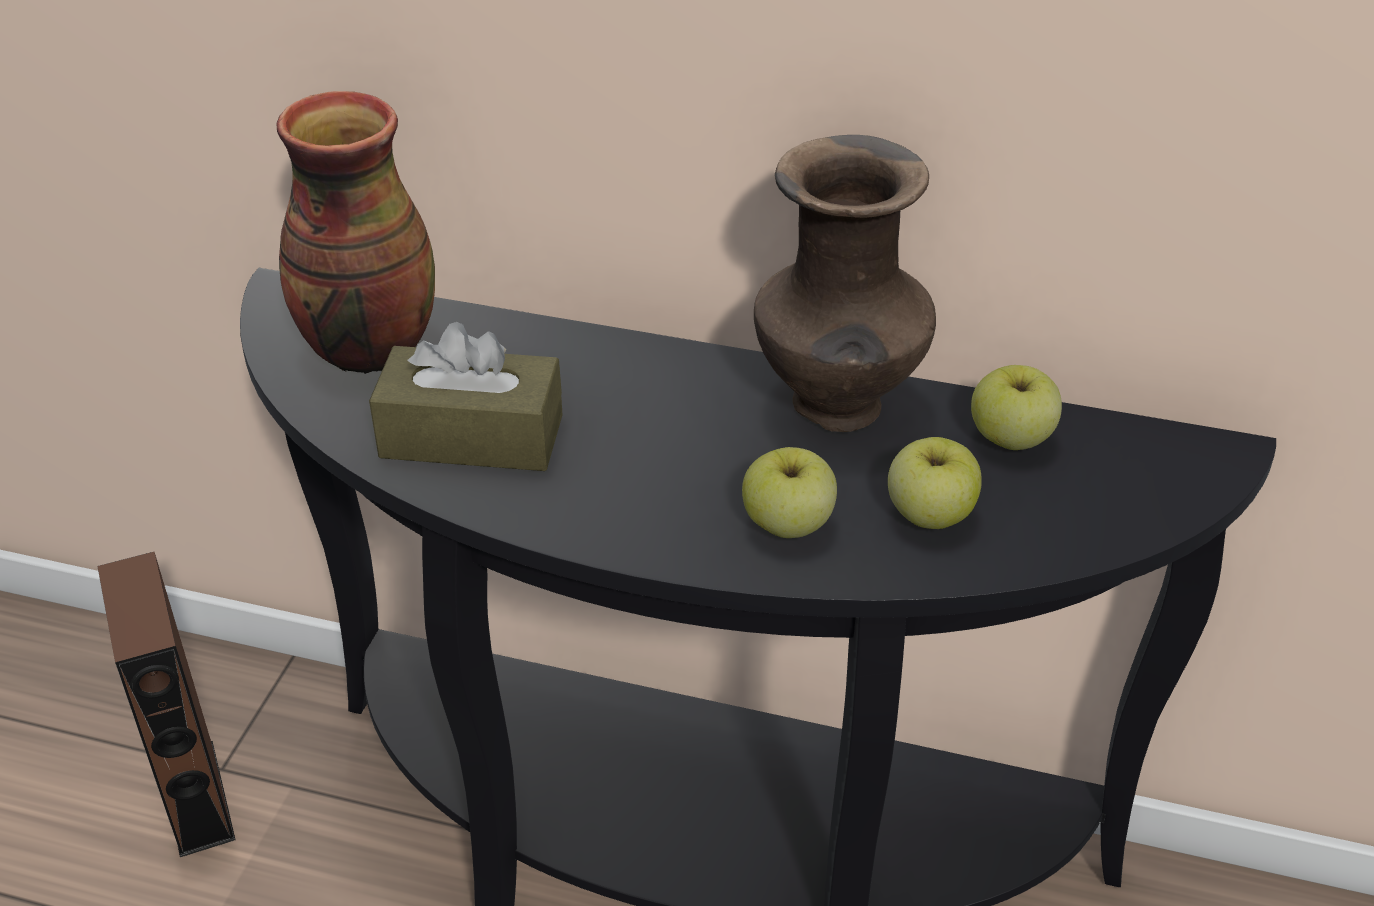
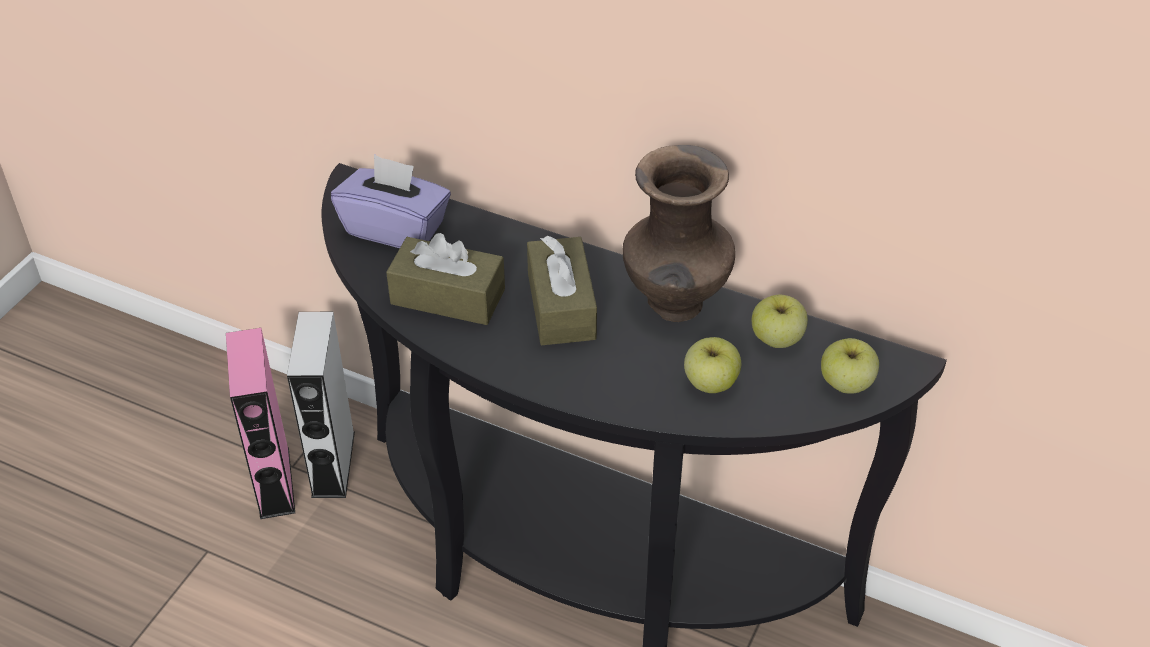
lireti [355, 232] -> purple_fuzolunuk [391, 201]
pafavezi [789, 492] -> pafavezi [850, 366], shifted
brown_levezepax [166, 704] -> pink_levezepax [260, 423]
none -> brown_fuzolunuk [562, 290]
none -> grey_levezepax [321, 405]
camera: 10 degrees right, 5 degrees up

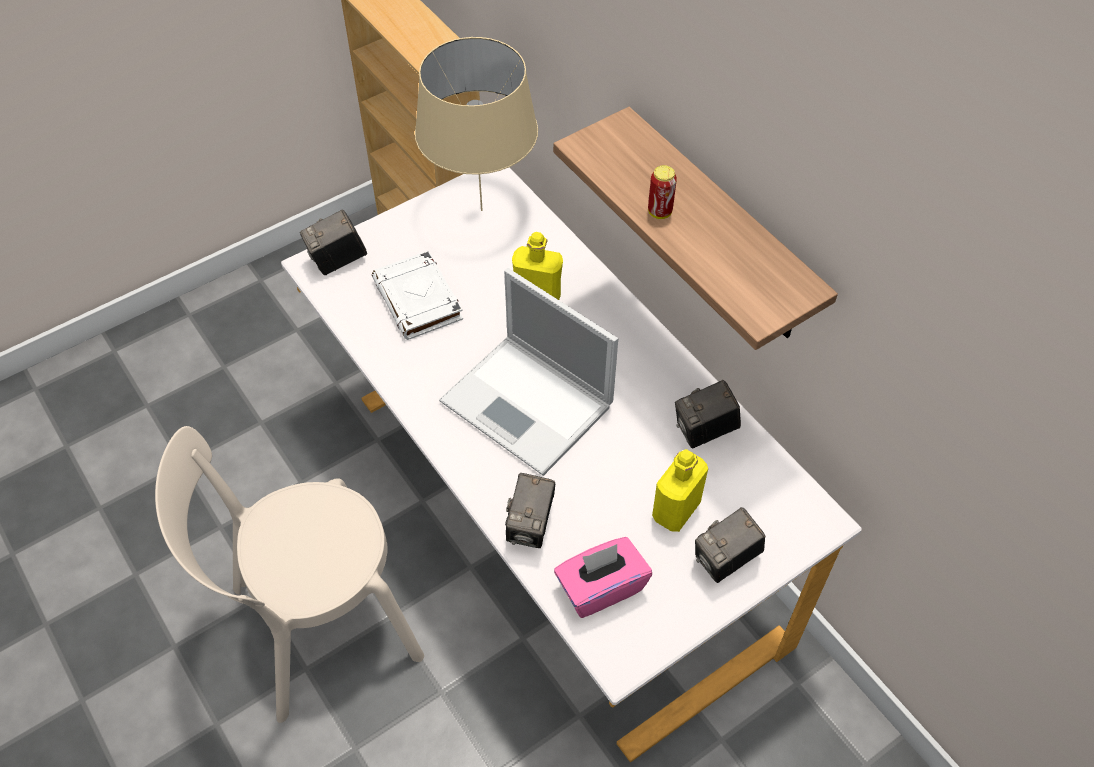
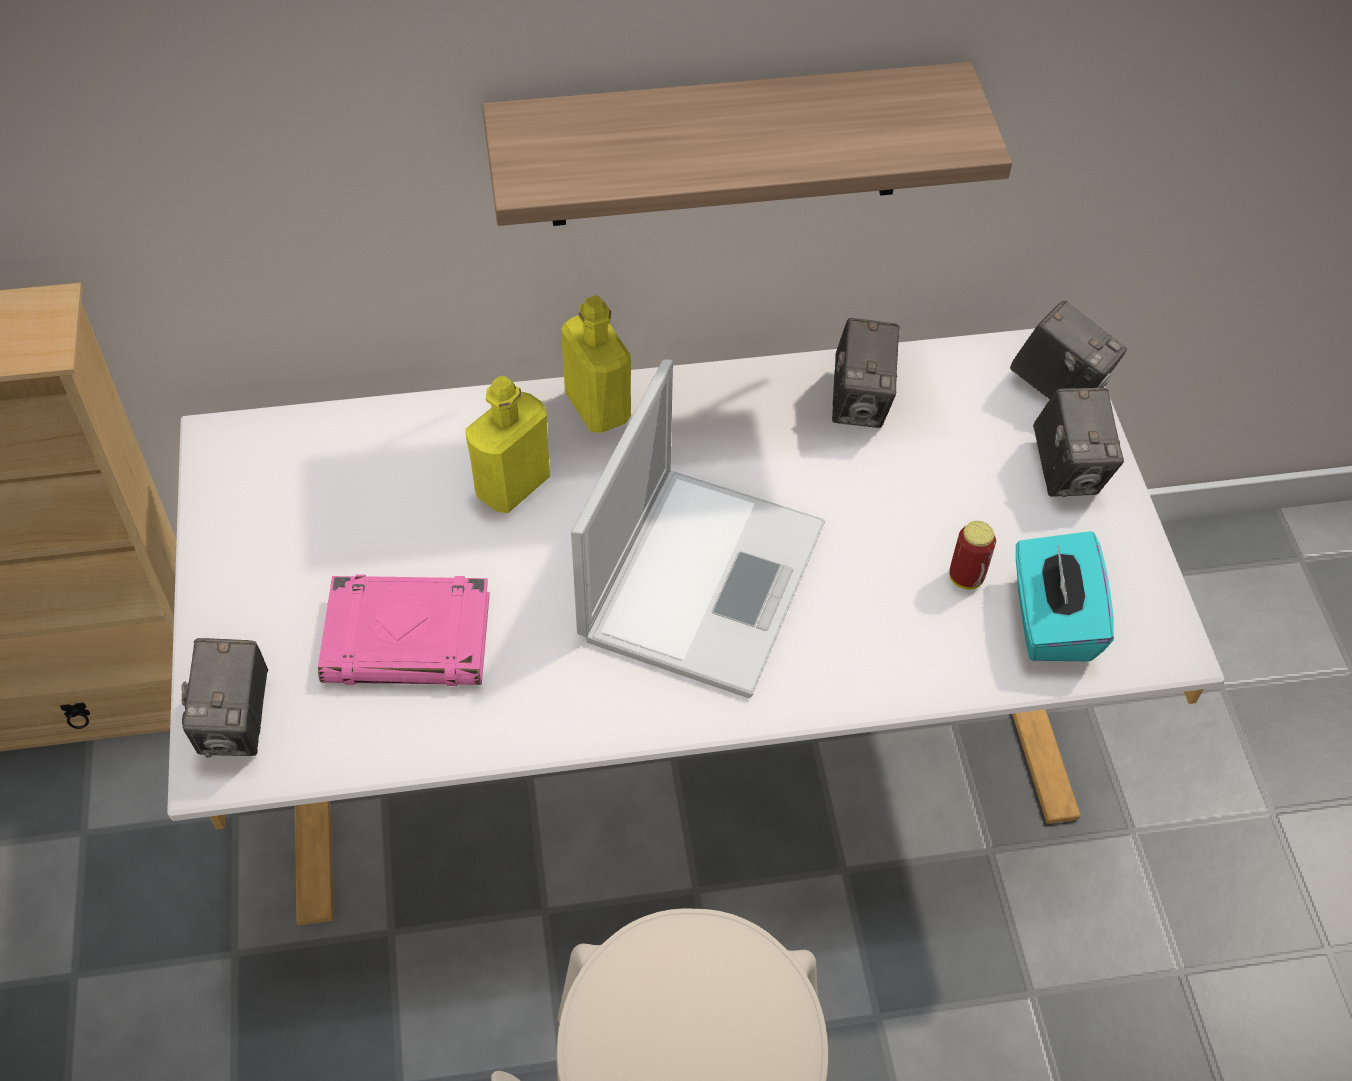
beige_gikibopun [476, 124] -> none
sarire [662, 192] -> sarire [972, 555], shifted
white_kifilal [417, 295] -> pink_kifilal [404, 630]
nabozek [528, 372] -> nabozek [698, 528], 45 degrees counterclockwise
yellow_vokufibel [680, 490] -> yellow_vokufibel [596, 364], shifted
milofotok [530, 510] -> milofotok [1068, 350], shifted
pink_fuzolunuk [603, 577] -> turquoise_fuzolunuk [1065, 596]
camera: 65 degrees left, 0 degrees up

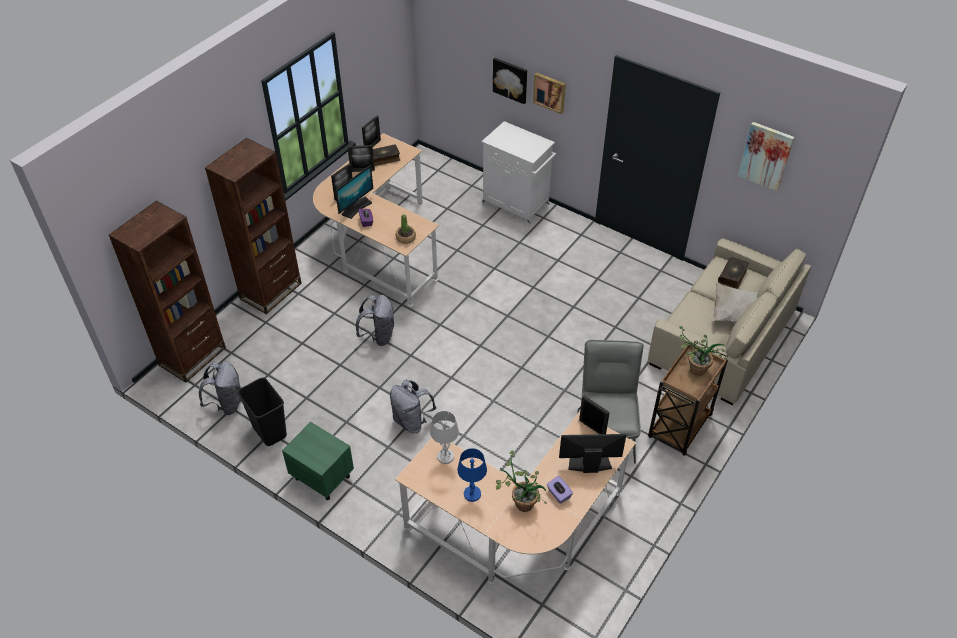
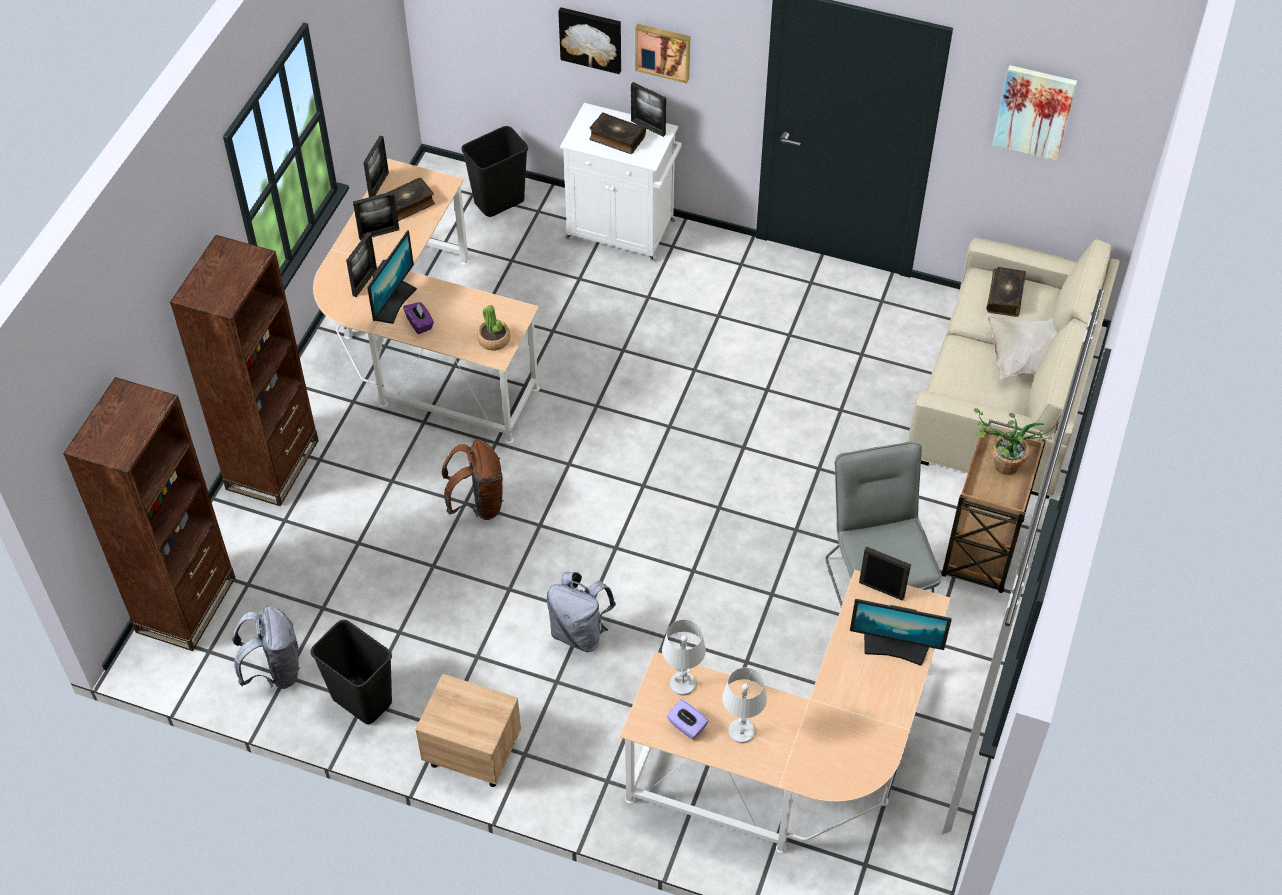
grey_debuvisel [375, 320] -> brown_debuvisel [473, 479]
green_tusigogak [318, 461] -> beige_tusigogak [468, 730]
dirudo [593, 453] -> dirudo [901, 632], 150 degrees counterclockwise
blue_gikibopun [472, 475] -> white_gikibopun [744, 705]
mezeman [521, 481] -> none
purple_fuzolunuk [560, 490] -> purple_fuzolunuk [687, 719], shifted
none -> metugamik [648, 109]
none -> kifilal [617, 133]
none -> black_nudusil [495, 171]
camera: 15 degrees left, 5 degrees up

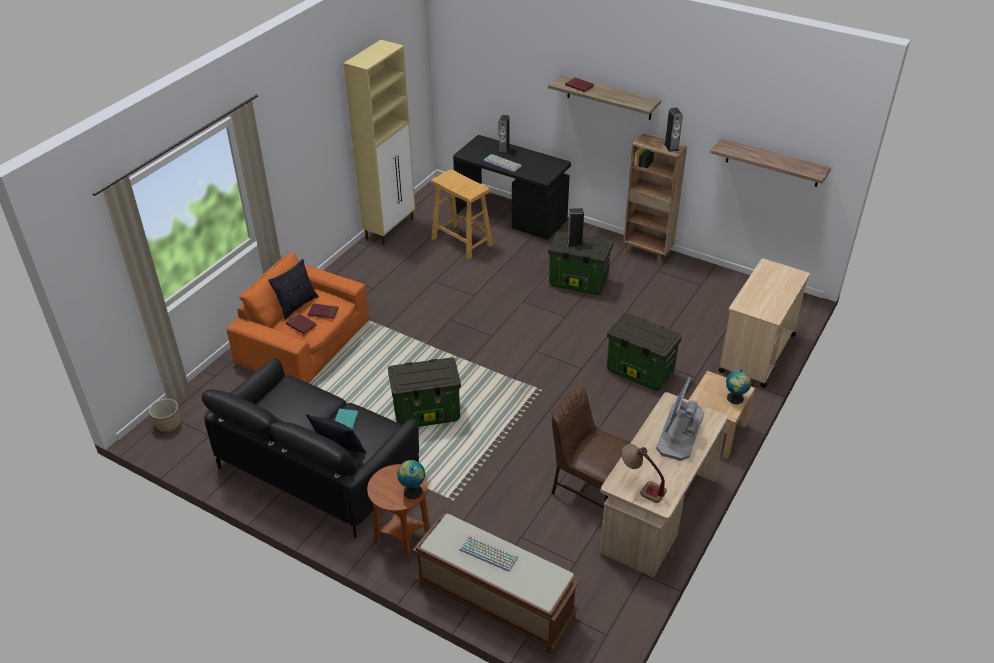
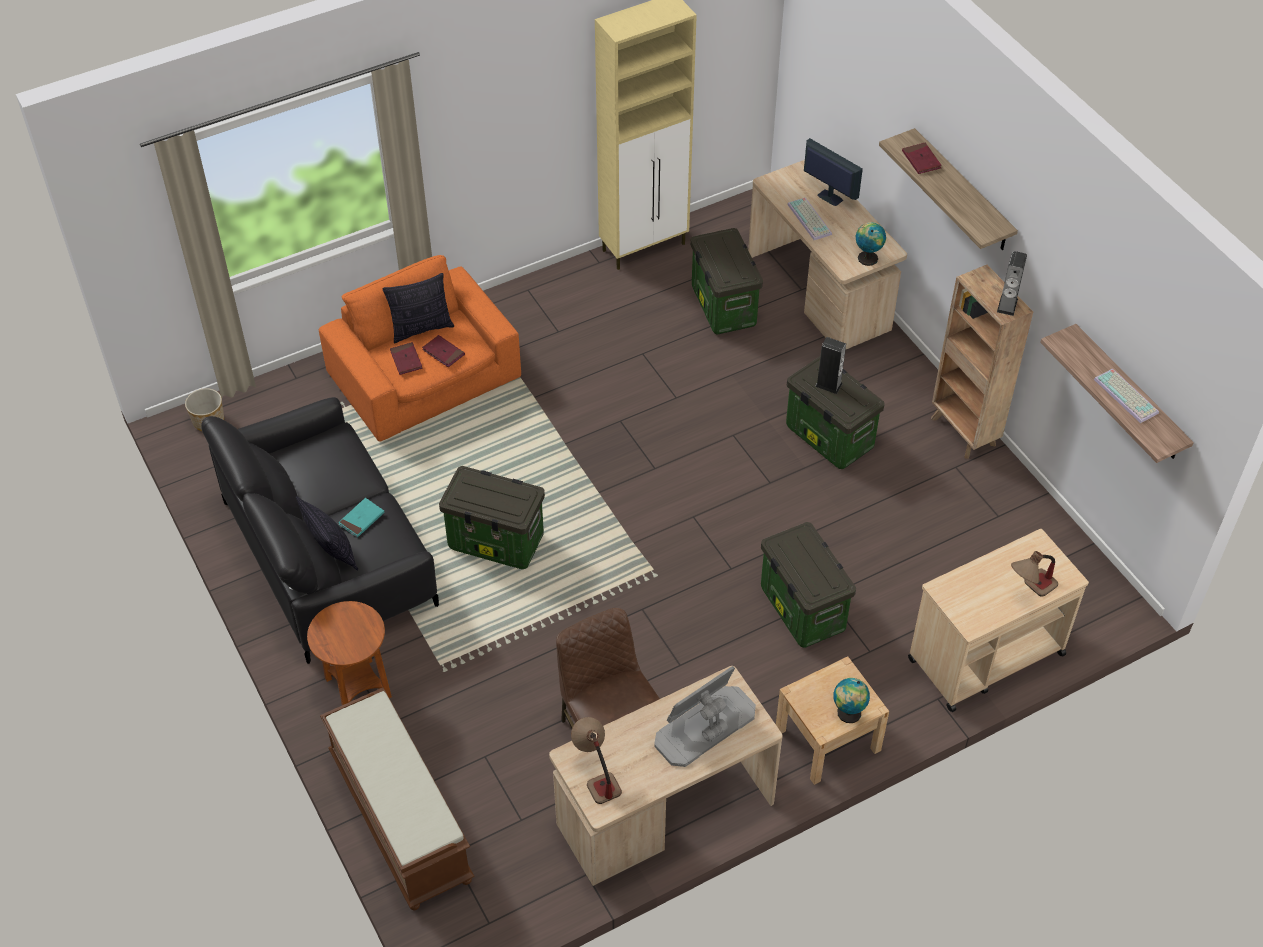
levezepax [504, 134] -> dirudo [833, 172]
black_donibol [512, 187] -> beige_donibol [827, 254]
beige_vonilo [462, 215] -> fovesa [726, 281]
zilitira [411, 479] -> zilitira [871, 244], shifted
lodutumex [488, 553] -> lodutumex [1126, 396], shifted
none -> gikibopun [1034, 574]
camera: 30 degrees right, 10 degrees up

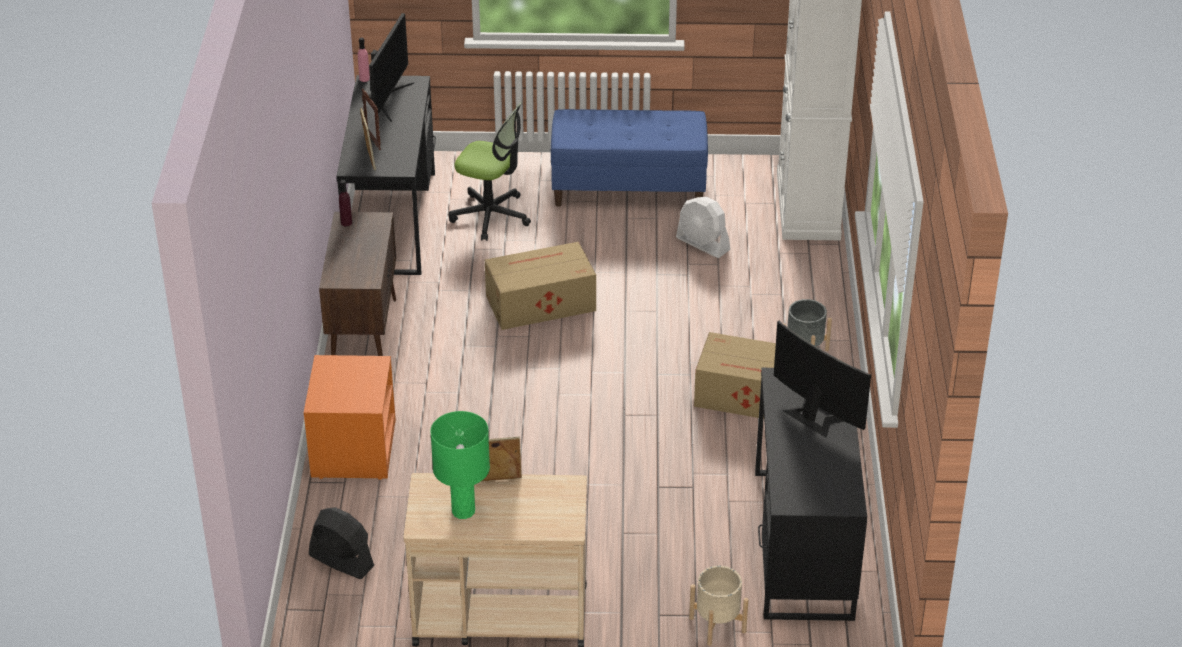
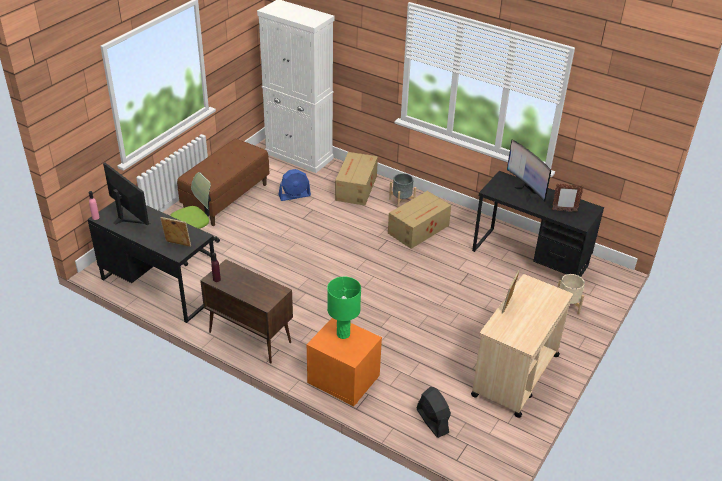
metugamik [371, 119] -> metugamik [568, 198], shifted
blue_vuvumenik [629, 158] -> brown_vuvumenik [223, 182]
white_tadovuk [703, 227] -> blue_tadovuk [294, 185]
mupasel [540, 286] -> mupasel [356, 178], shifted
dirudo [822, 379] -> dirudo [529, 171], 105 degrees counterclockwise
green_gikibopun [460, 465] -> green_gikibopun [344, 308], shifted
black_tadovuk [341, 543] -> black_tadovuk [433, 412], 90 degrees clockwise
camera: 60 degrees left, 0 degrees up

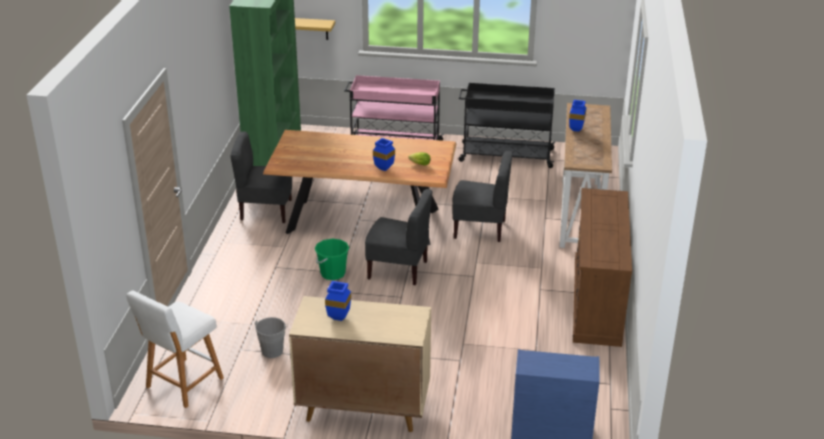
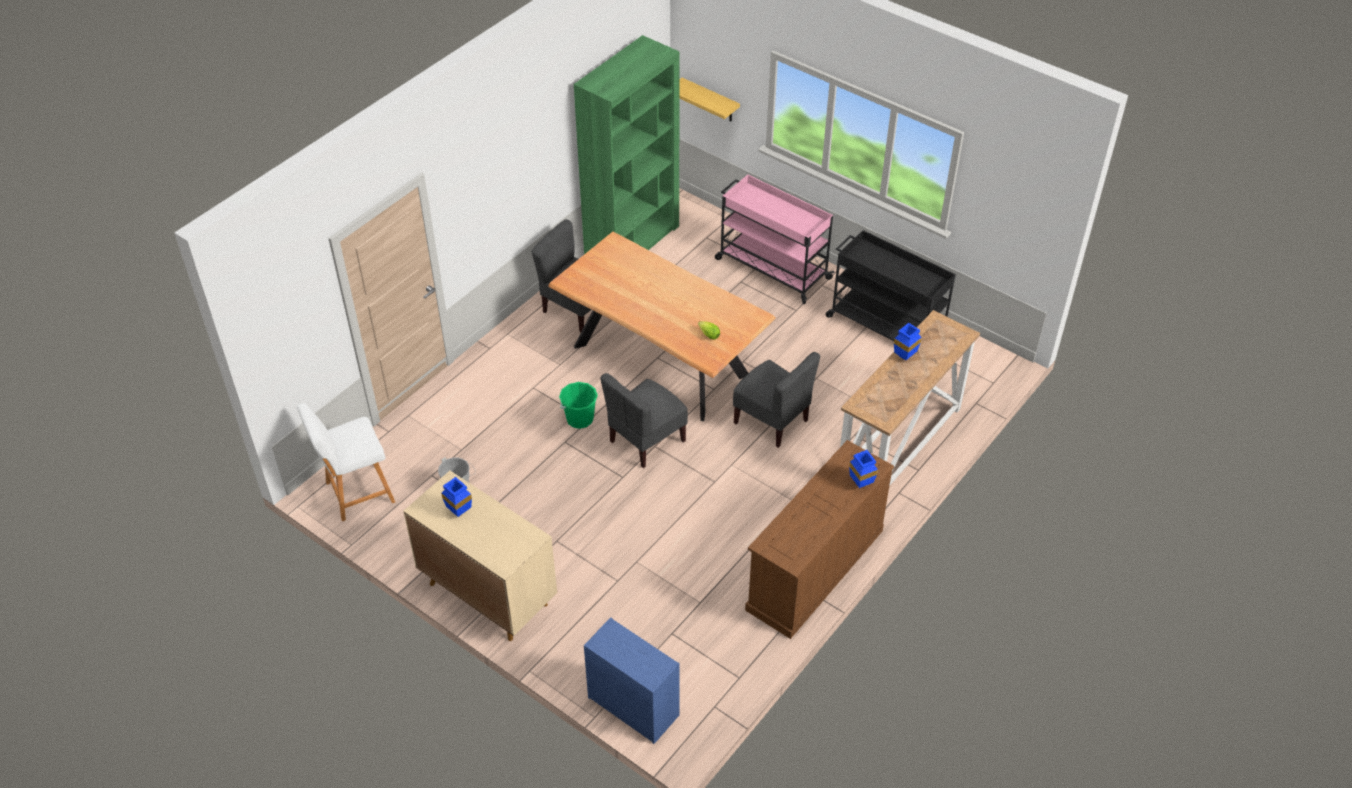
blue_lireti [384, 154] -> blue_lireti [863, 469], shifted
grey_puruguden [398, 237] -> grey_puruguden [644, 420], 90 degrees clockwise
camera: 30 degrees right, 15 degrees up

